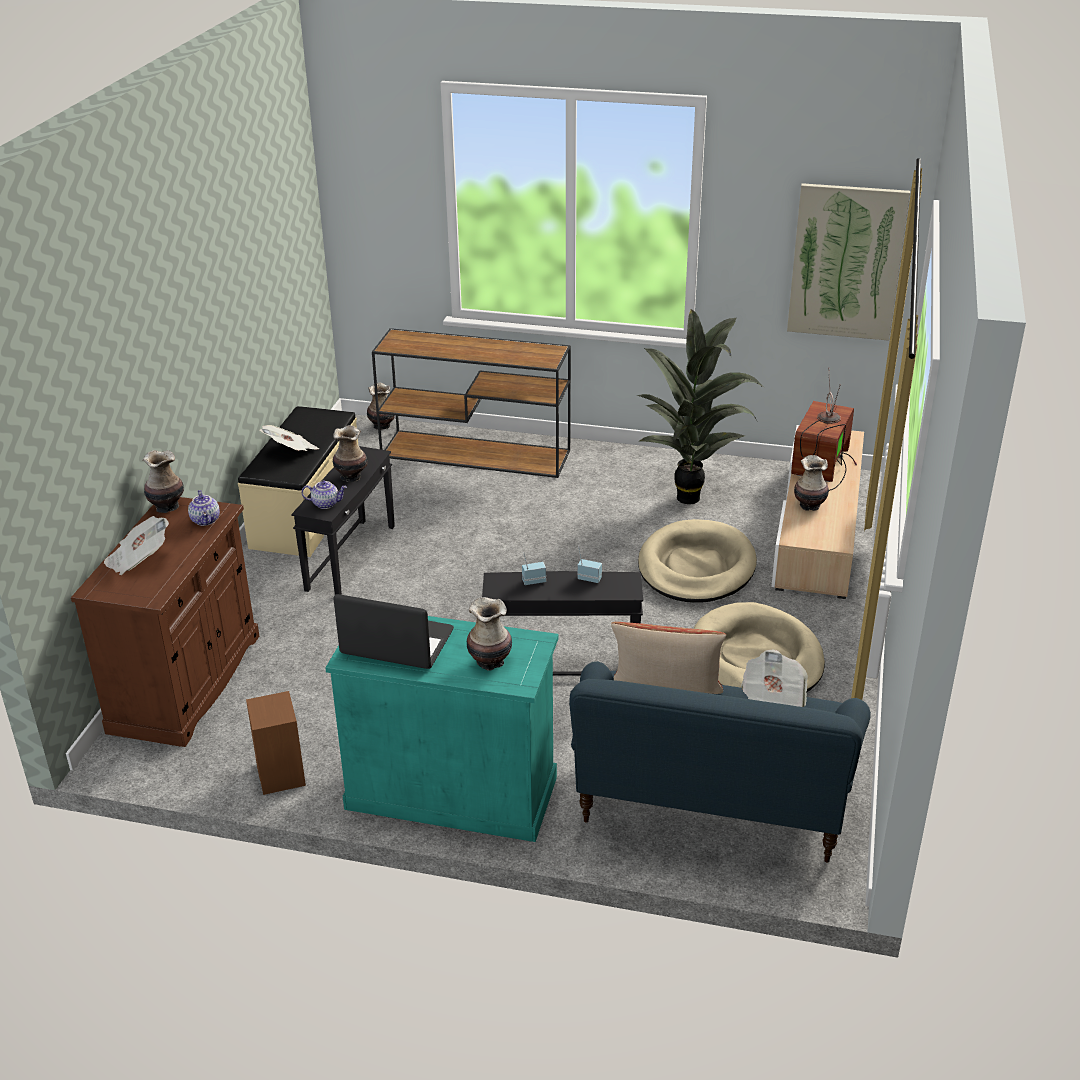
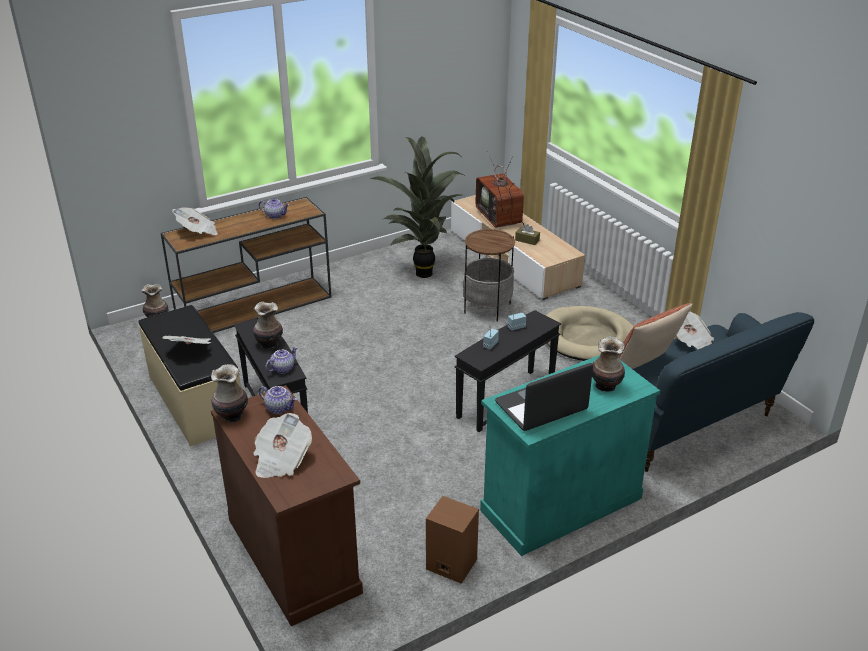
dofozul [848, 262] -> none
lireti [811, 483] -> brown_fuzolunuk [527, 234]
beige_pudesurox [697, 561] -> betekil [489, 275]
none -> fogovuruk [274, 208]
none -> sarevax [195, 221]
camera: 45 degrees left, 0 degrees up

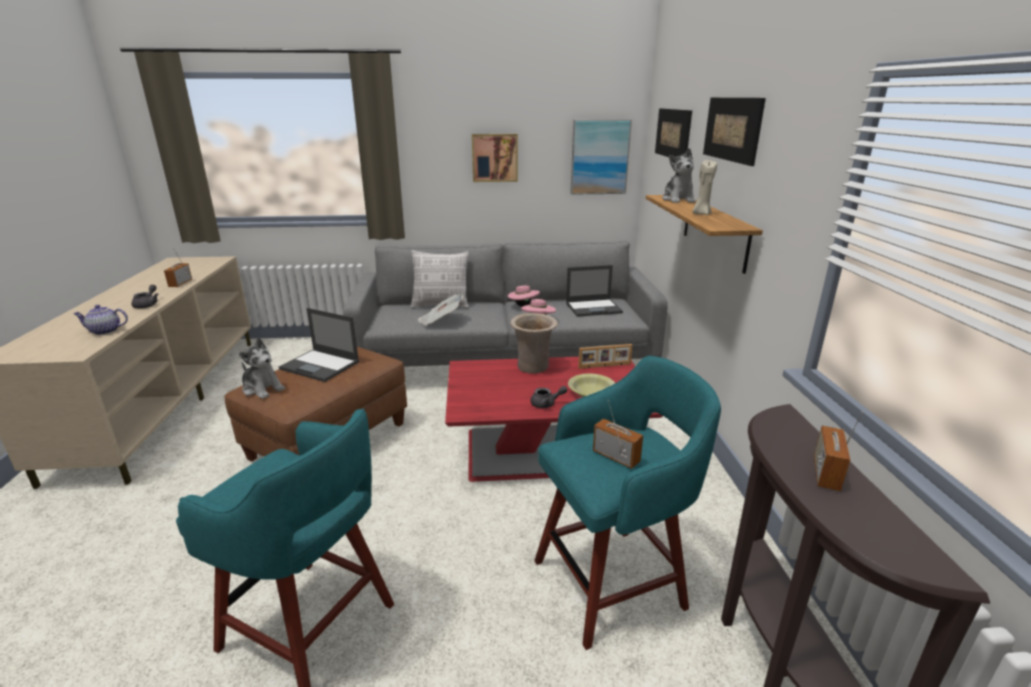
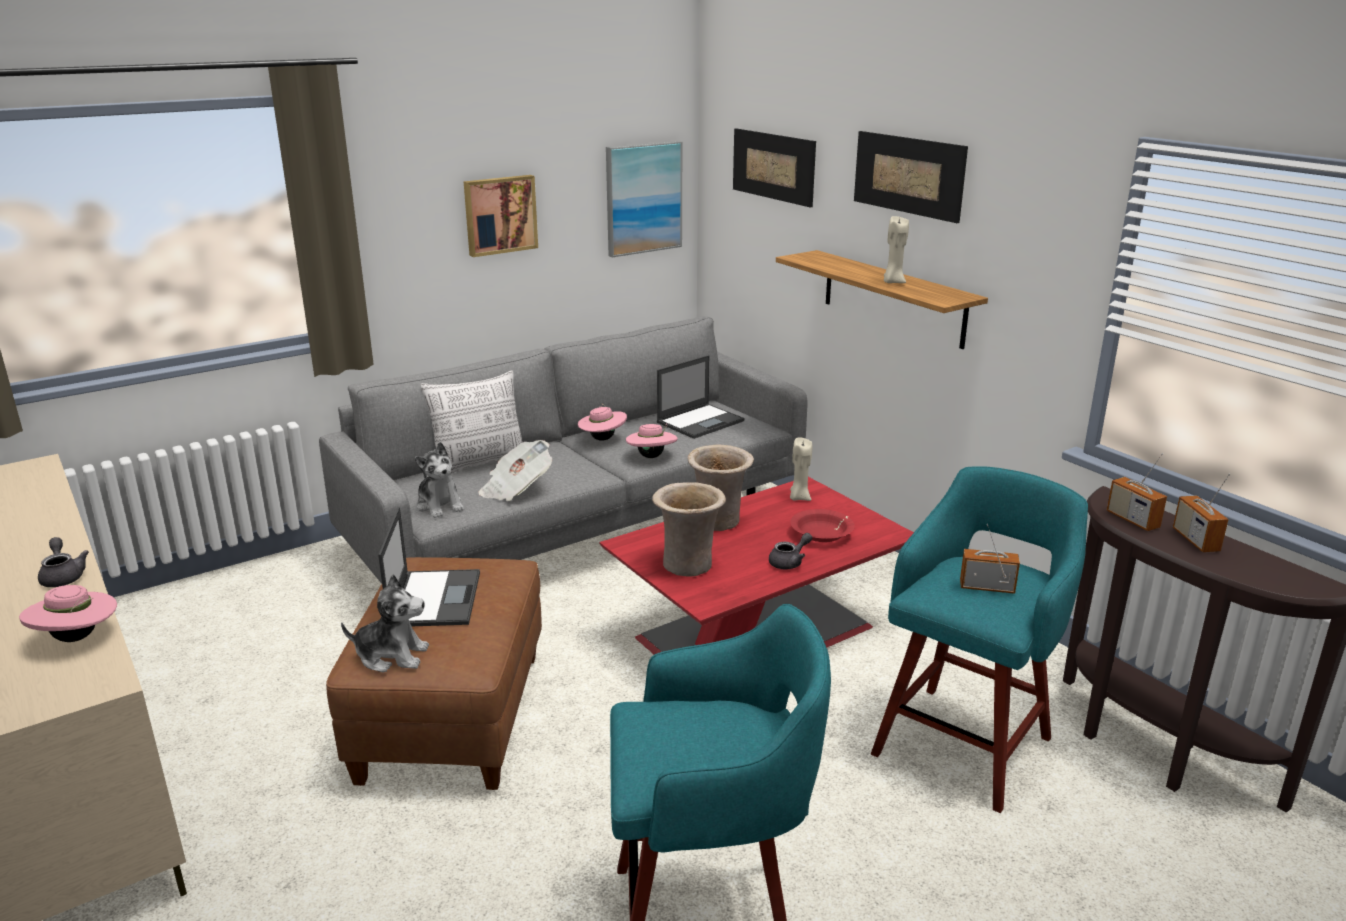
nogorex [679, 175] -> nogorex [439, 480], shifted
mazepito [178, 268] -> mazepito [1137, 492], shifted
fogovuruk [100, 320] -> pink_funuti [68, 613]
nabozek [319, 345] -> nabozek [429, 566], 90 degrees counterclockwise
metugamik [605, 356] -> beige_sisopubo [801, 469]
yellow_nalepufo [591, 385] -> red_nalepufo [822, 525]
none -> beige_lireti [689, 529]
camera: 30 degrees left, 0 degrees up

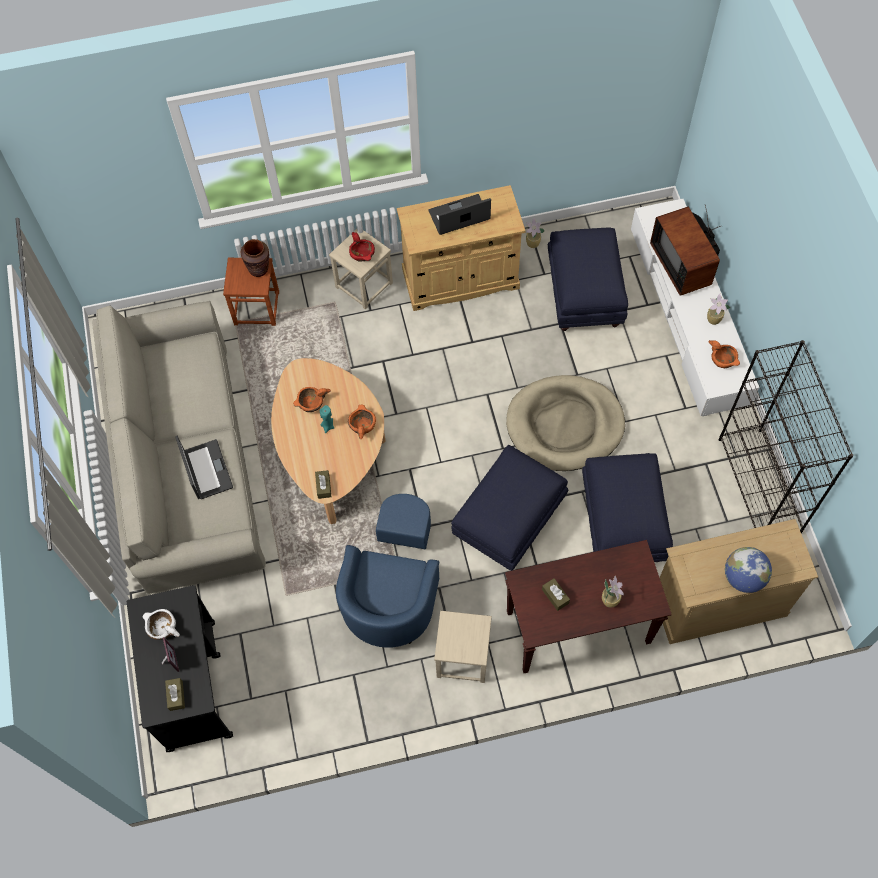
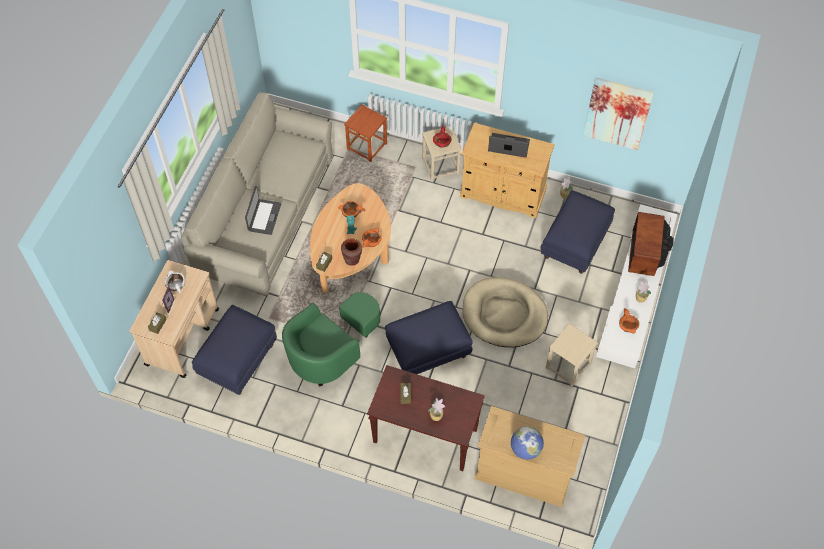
brown_lireti [255, 258] -> brown_lireti [351, 252], shifted
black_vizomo [786, 436] -> none
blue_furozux [627, 507] -> blue_furozux [234, 350], shifted
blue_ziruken [387, 571] -> green_ziruken [331, 339]
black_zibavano [180, 668] -> beige_zibavano [174, 319]
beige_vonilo [463, 647] -> beige_vonilo [572, 355], shifted
none -> dofozul [618, 113]
camera: 30 degrees right, 5 degrees down

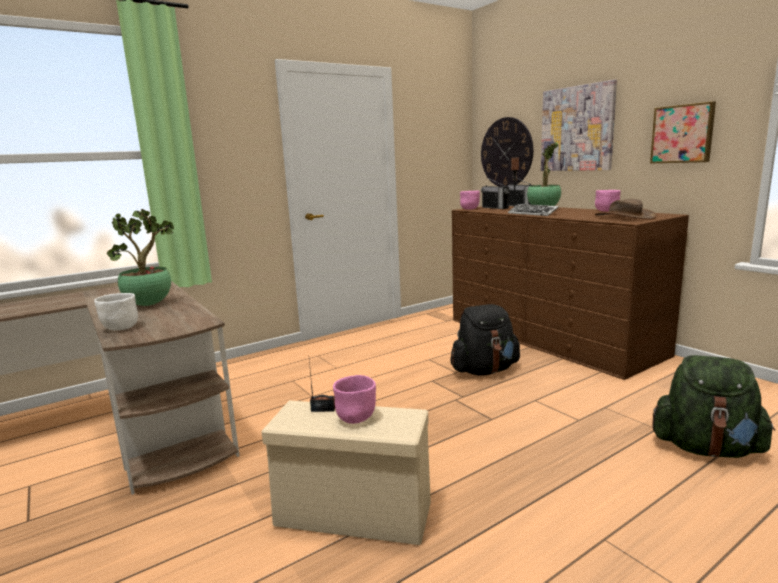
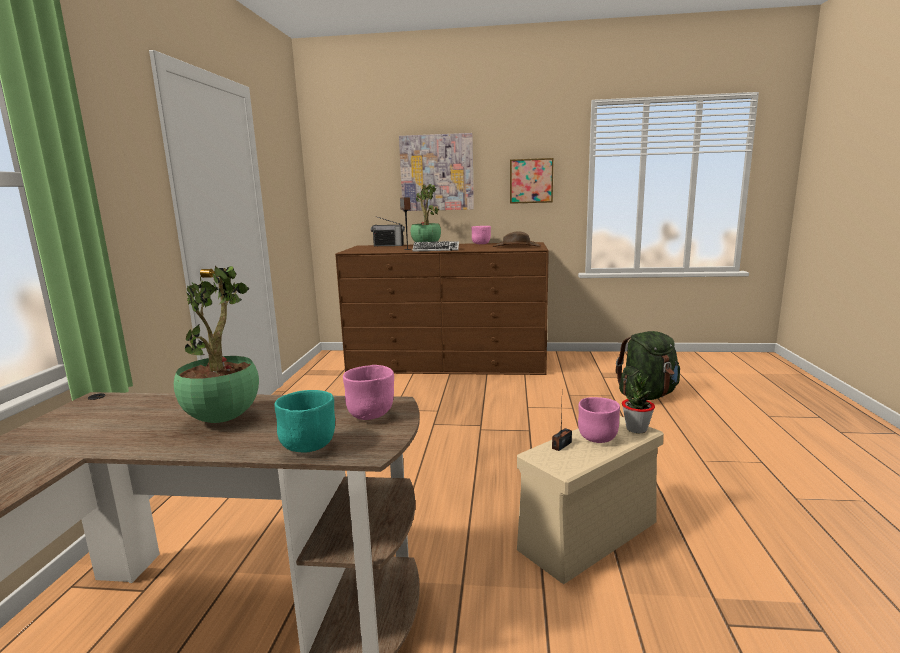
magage [507, 152] -> none
mazepito [495, 193] -> none
pink_nalepufo [470, 200] -> pink_nalepufo [368, 392], shifted
white_nalepufo [116, 312] -> turquoise_nalepufo [304, 421]
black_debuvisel [485, 339] -> none
none -> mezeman [638, 403]
camera: 50 degrees left, 0 degrees up

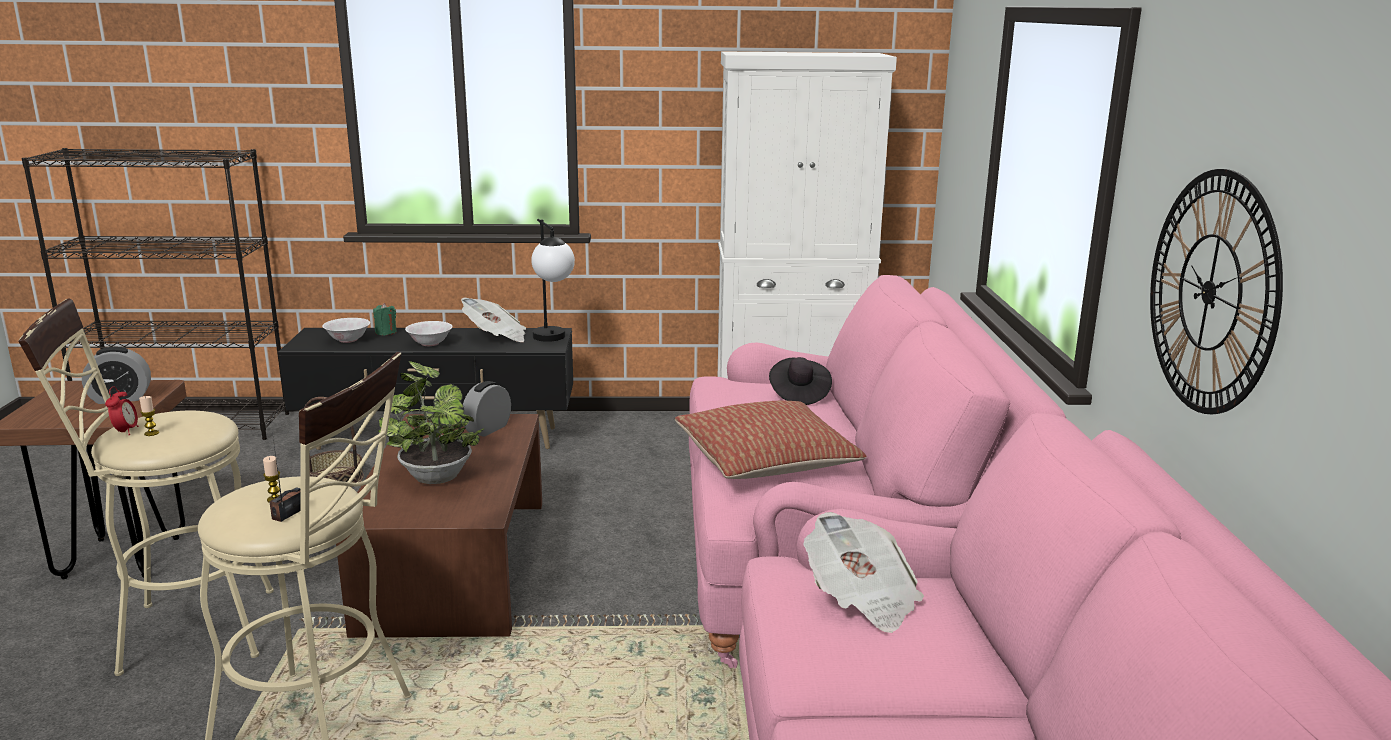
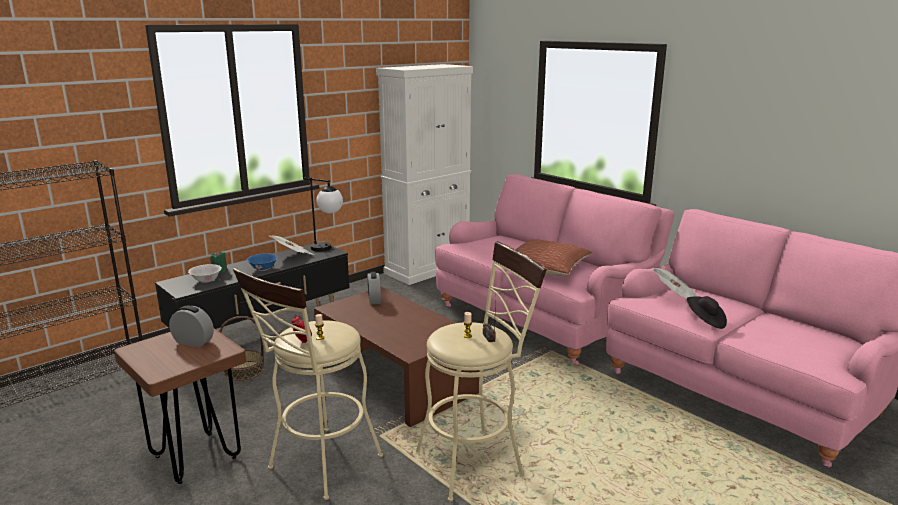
magage [1216, 291] -> none
white_nalepufo [429, 333] -> blue_nalepufo [262, 262]
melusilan [116, 375] -> melusilan [191, 326], 105 degrees counterclockwise
black_funuti [800, 381] -> black_funuti [707, 312], shifted
mezeman [430, 422] -> none
camera: 40 degrees left, 0 degrees up

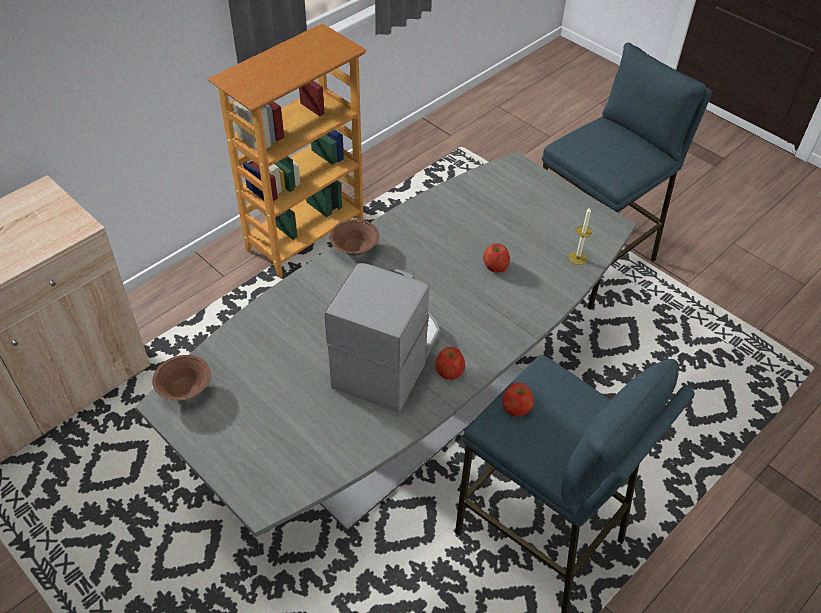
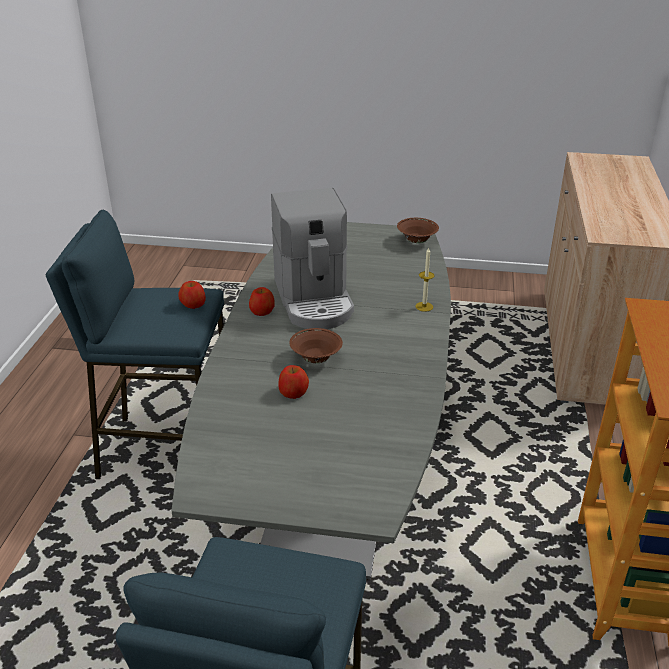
sisopubo [580, 236] -> sisopubo [424, 280], shifted
brown_nalepufo [354, 237] -> brown_nalepufo [316, 345], shifted
camera: 145 degrees right, 15 degrees down

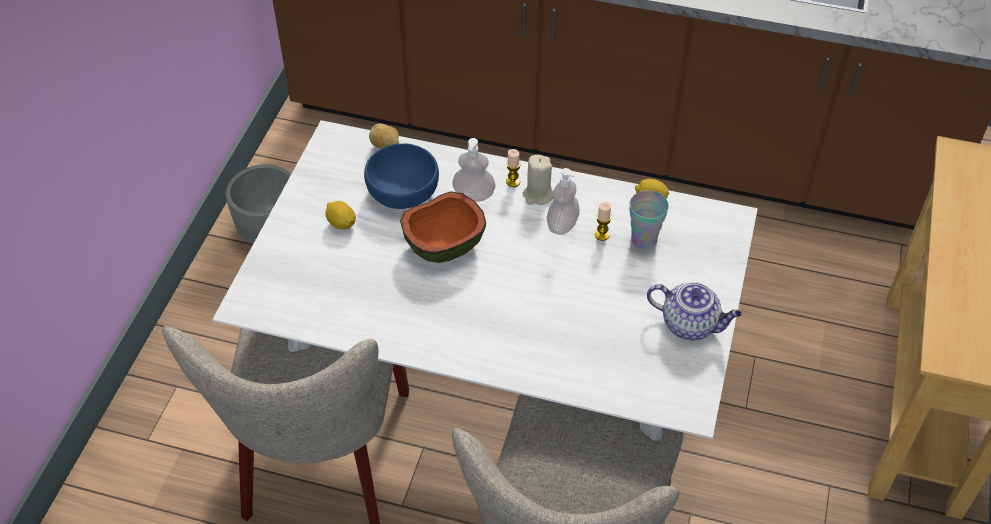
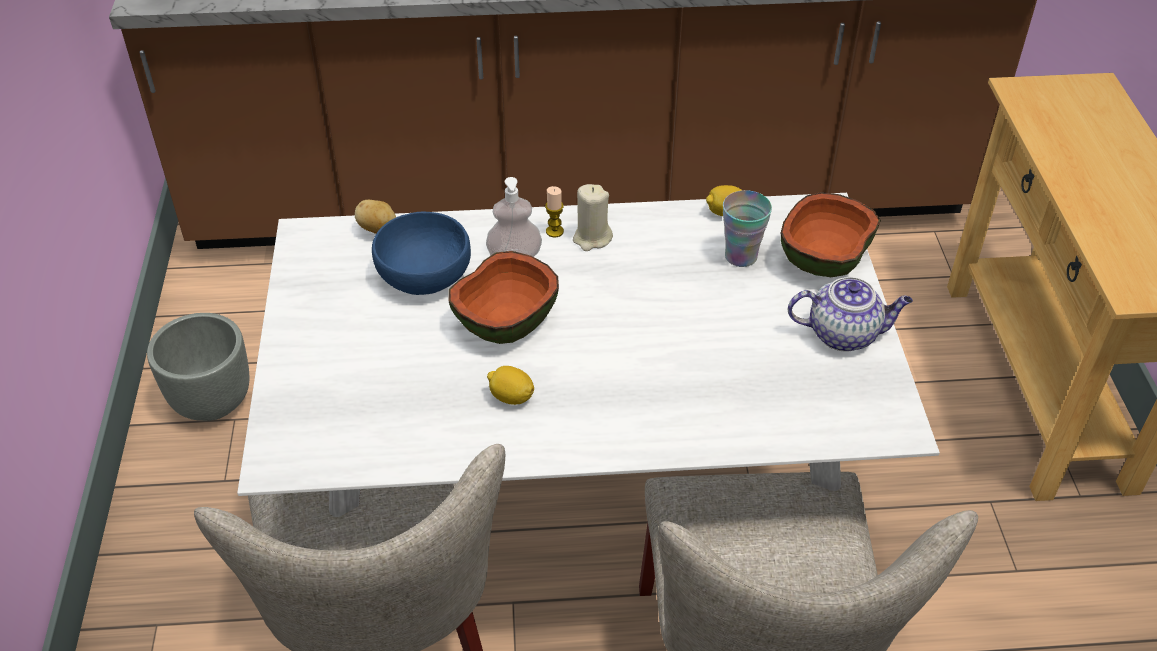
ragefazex [563, 201] -> none
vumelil [340, 215] -> vumelil [510, 385], shifted
sisopubo [603, 221] -> none
none -> nalepufo [831, 234]
camera: 20 degrees left, 5 degrees down

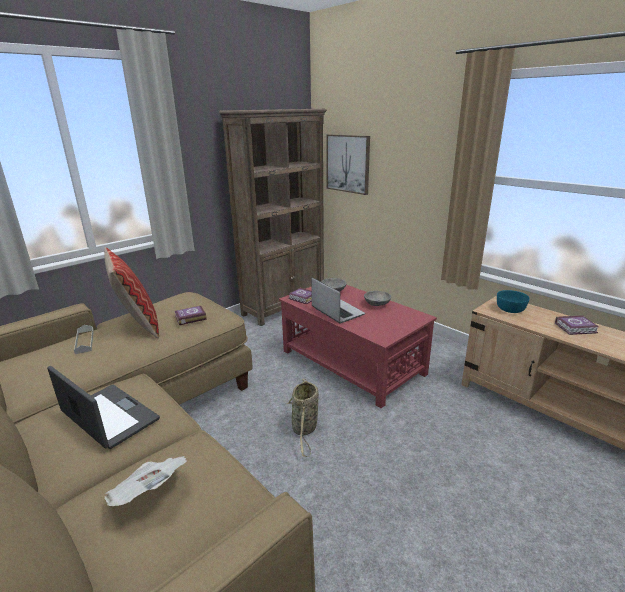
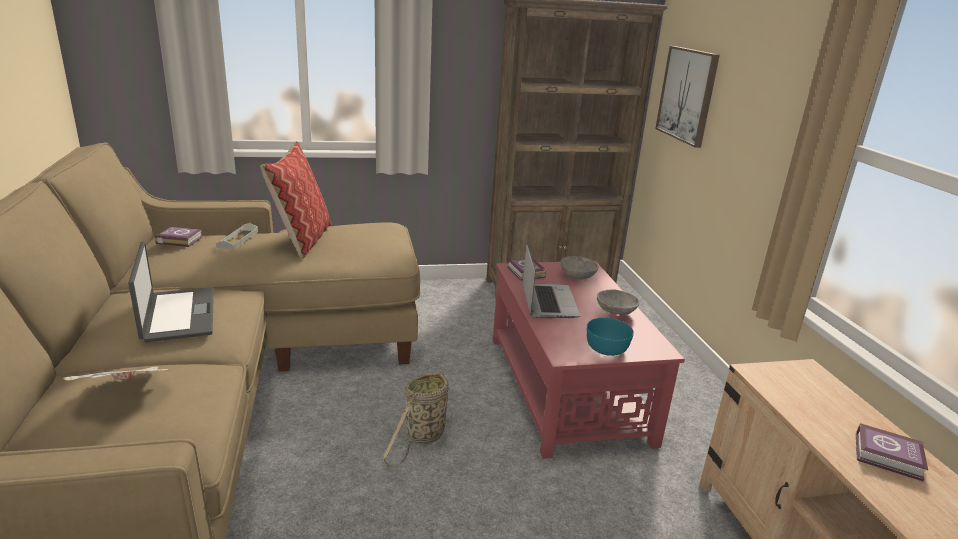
turquoise_nalepufo [513, 301] -> turquoise_nalepufo [610, 337], shifted
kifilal [191, 315] -> kifilal [178, 237], shifted
camera: 30 degrees right, 0 degrees up

